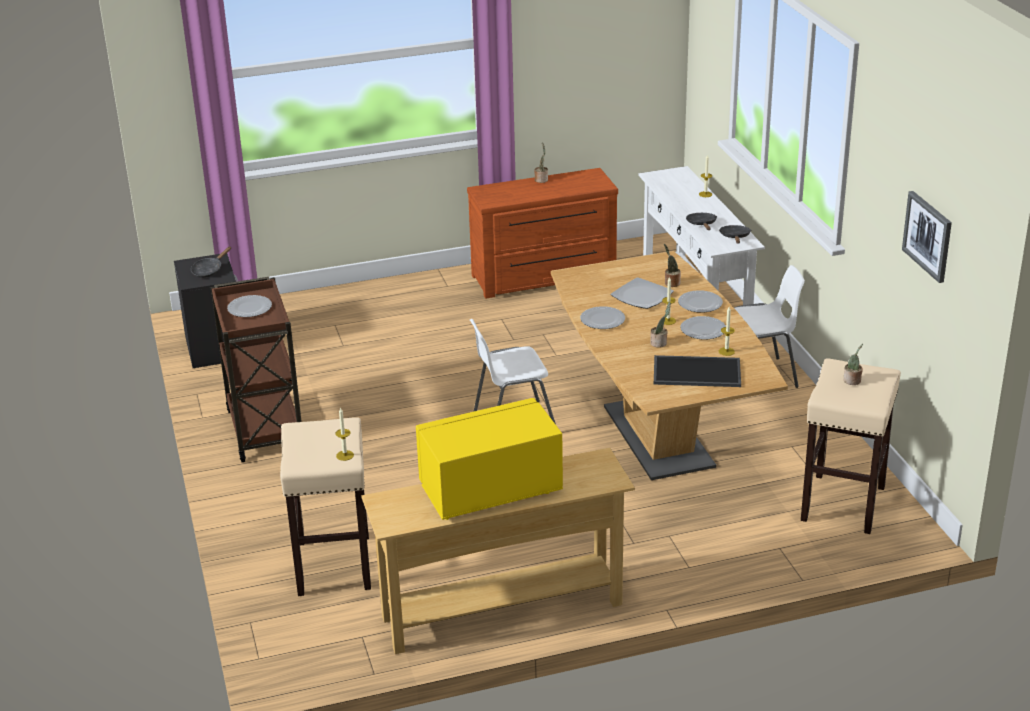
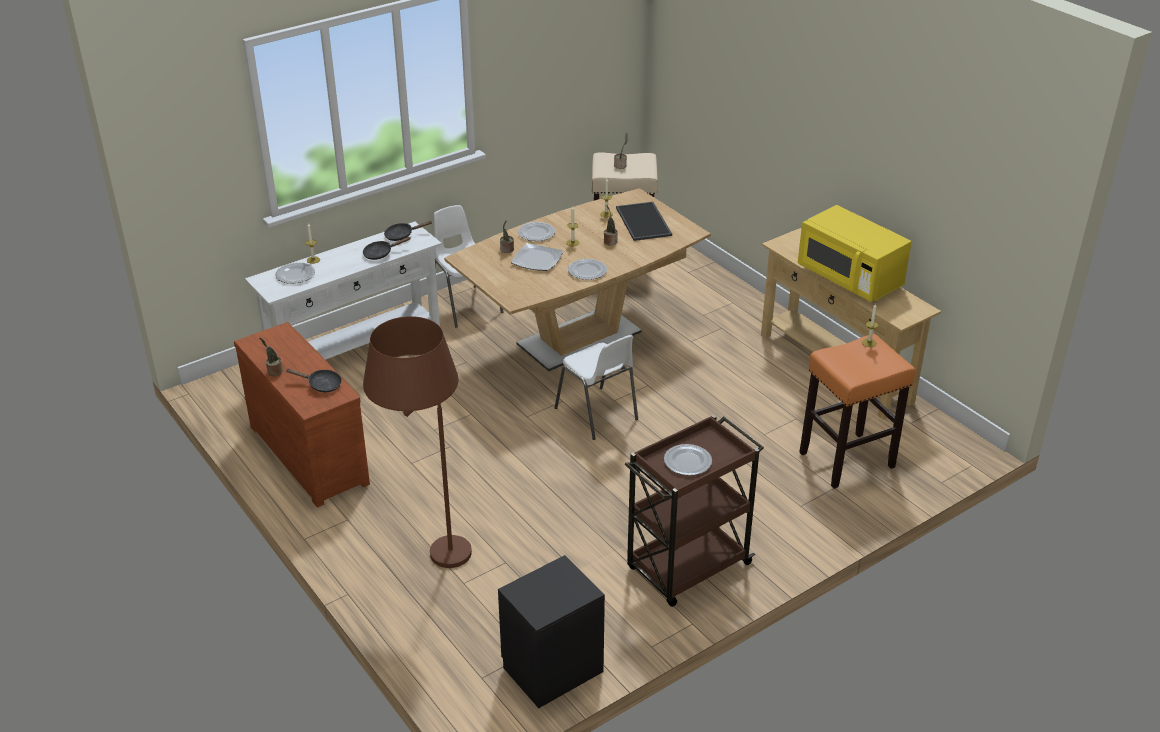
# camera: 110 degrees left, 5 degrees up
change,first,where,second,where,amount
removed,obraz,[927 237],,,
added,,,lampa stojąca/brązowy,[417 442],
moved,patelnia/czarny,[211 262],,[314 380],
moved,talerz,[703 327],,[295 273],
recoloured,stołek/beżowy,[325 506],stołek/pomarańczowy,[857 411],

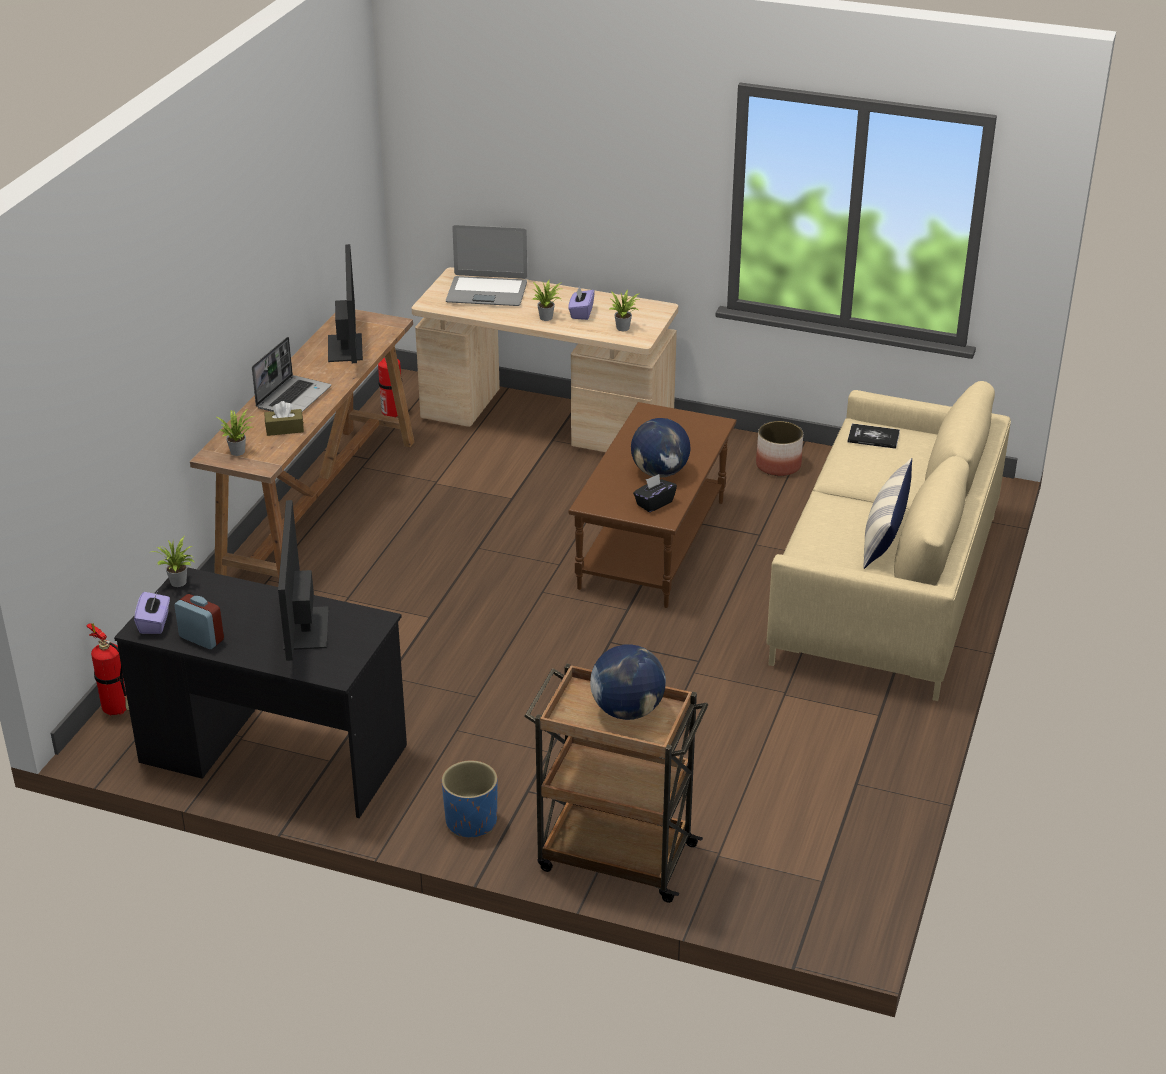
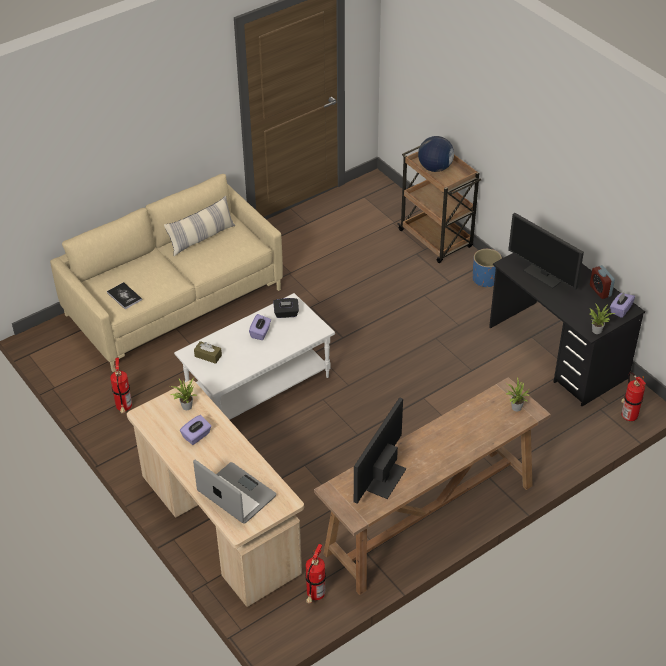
# camera: 145 degrees left, 10 degrees up
change,first,where,second,where,amount
removed,laptop,[291 374],,,
removed,roślina doniczkowa,[547 300],,,
moved,pudełko chusteczek/brązowy,[284 418],,[208 352],
replaced,globus,[660 448],pudełko chusteczek/fioletowy,[260 327],
replaced,donica,[779 448],gaśnica,[121 385],
recoloured,ława/brązowy,[652 505],ława/biały,[254 356],
turned,monitor,[303 580],,[546 251],105 degrees clockwise

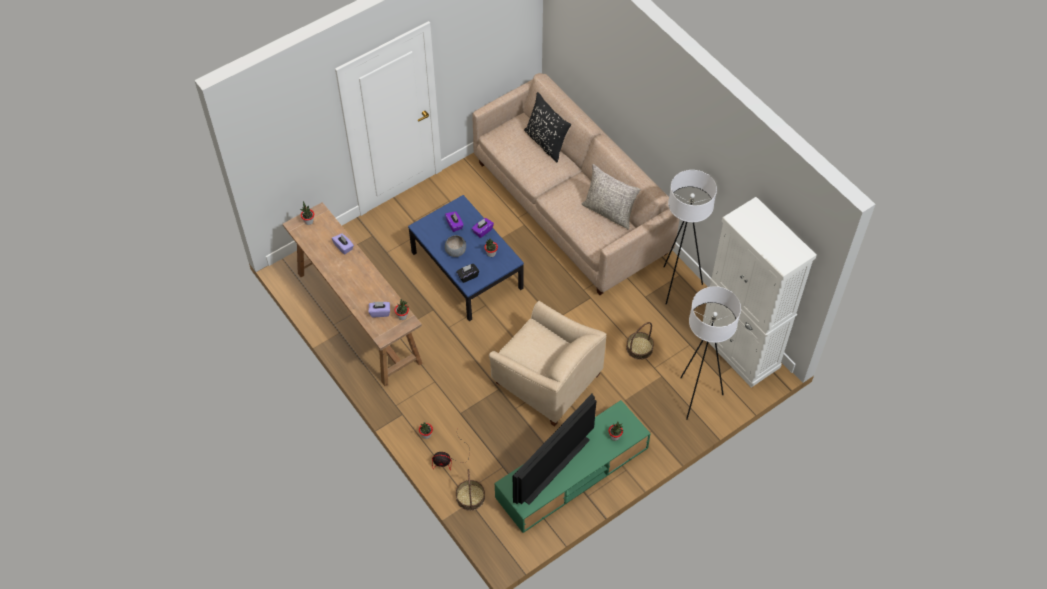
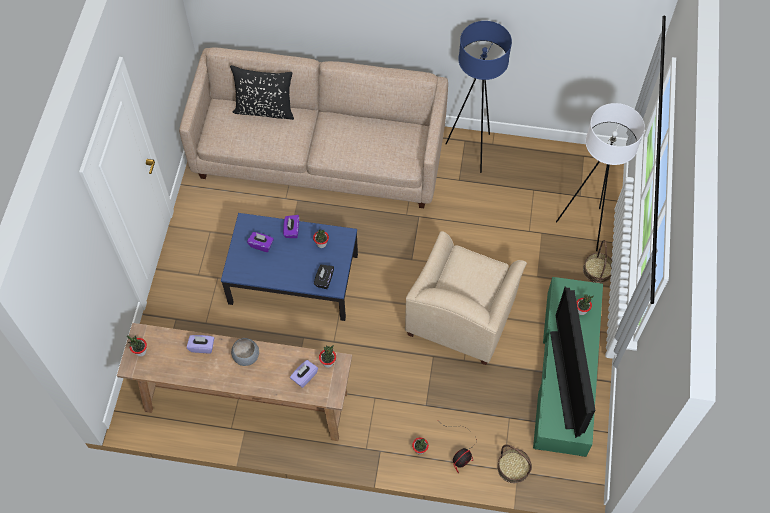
# camera: 45 degrees left, 5 degrees up
change,first,where,second,where,amount
removed,poduszka/szary,[611 197],,,
removed,szafka/biały,[760 292],,,
moved,miska/szary,[455 246],,[245 352],
moved,koszyk,[640 341],,[597 261],
recoloured,lampa stojąca/biały,[690 237],lampa stojąca/niebieski,[479 97],
turned,fotel/beżowy,[547 363],,[466 298],120 degrees clockwise

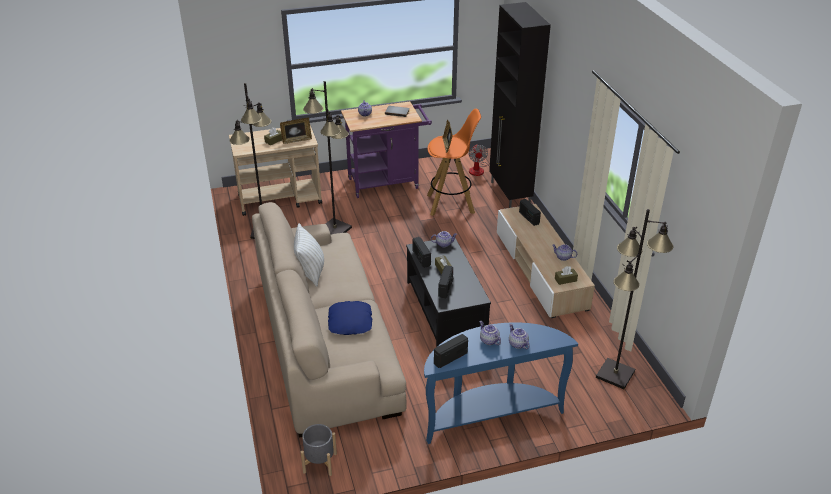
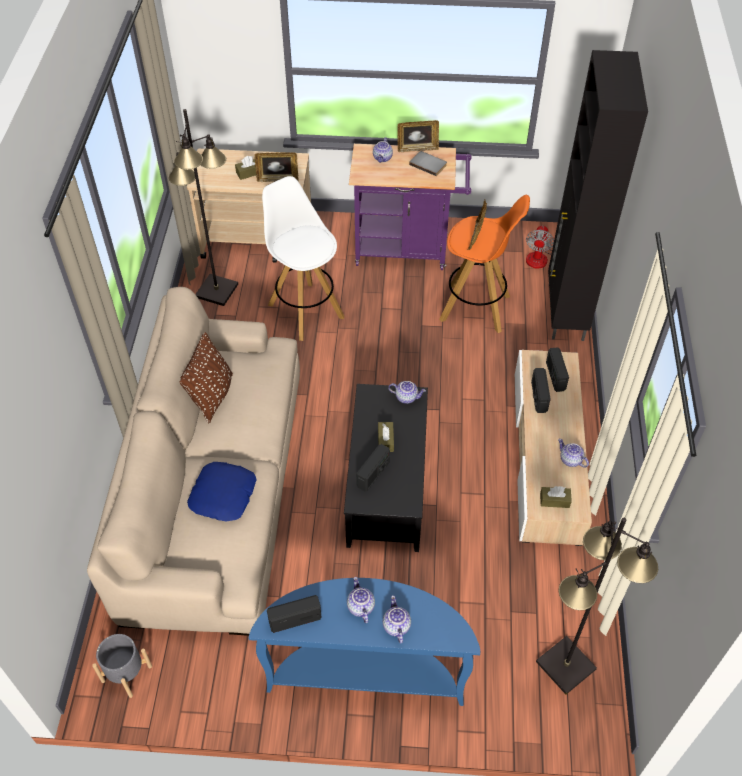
# camera: 20 degrees right, 15 degrees up
change,first,where,second,where,amount
added,,,ramka na zdjęcie,[418 136],
moved,radio,[422 252],,[541 390],
replaced,lampa stojąca/czarny,[327 157],stołek/biały,[303 258],
recoloured,poduszka/biały,[309 255],poduszka/brązowy,[206 377],

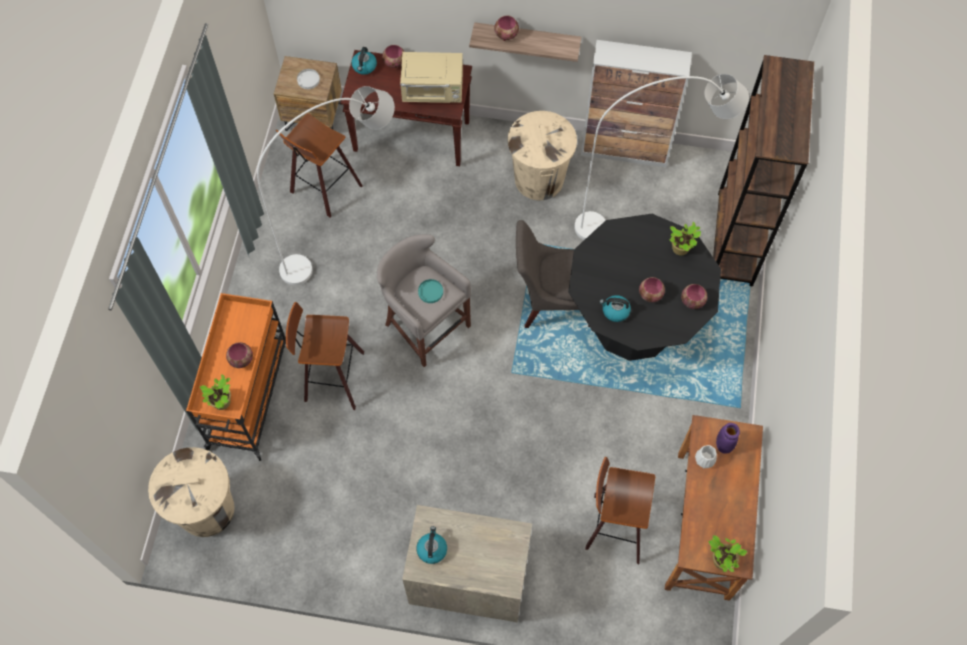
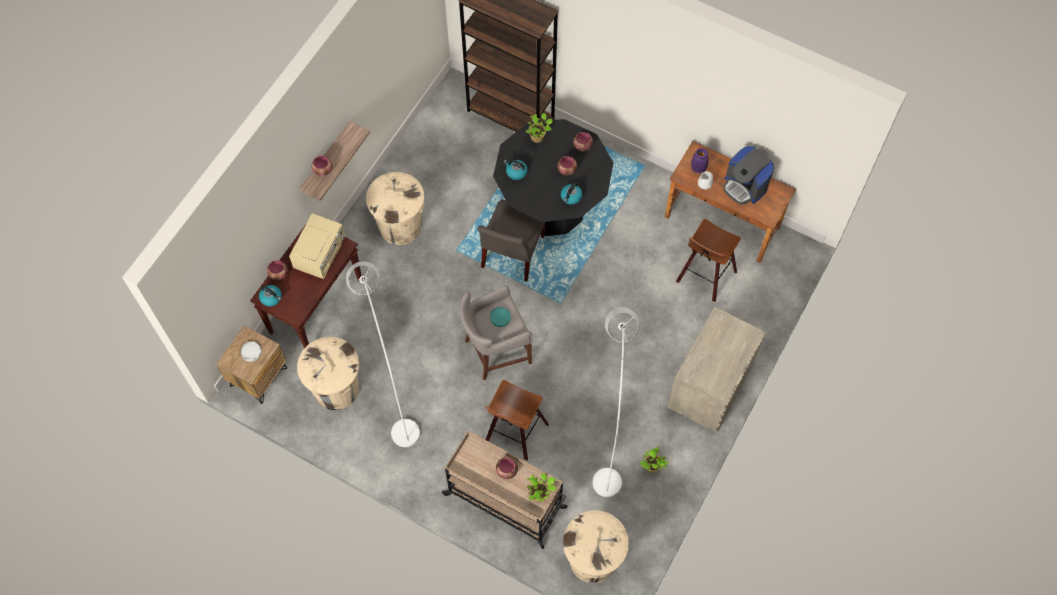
# camera: 70 degrees left, 0 degrees up
change,first,where,second,where,amount
removed,szafka,[636 103],,,
added,,,ekspres do kawy,[748 175],
moved,czajnik,[431 545],,[515 170],
moved,lampa stojąca/biały,[661 157],,[616 402],
moved,roślina doniczkowa,[728 553],,[654 460],
replaced,stołek,[319 165],kosz na śmieci/beżowy,[328 373],
recoloured,wózek/pomarańczowy,[236 377],wózek/beżowy,[504 490],

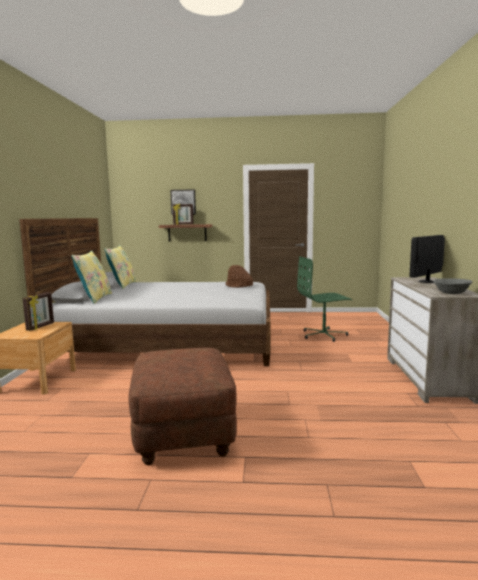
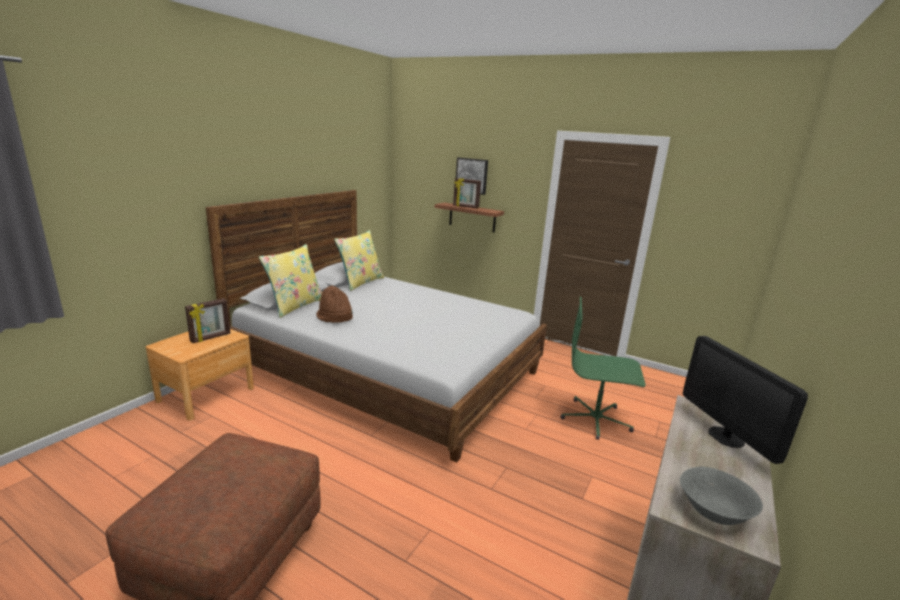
# camera: 25 degrees right, 10 degrees up
change,first,where,second,where,amount
moved,kapelusz/brązowy,[239 276],,[334 304],
turned,monitor,[427 259],,[745 400],90 degrees counterclockwise

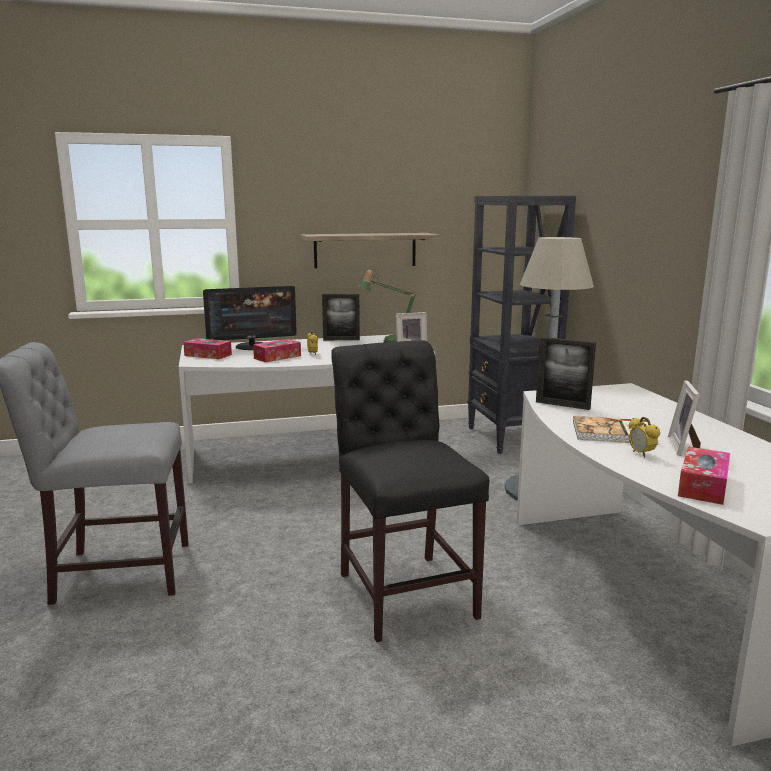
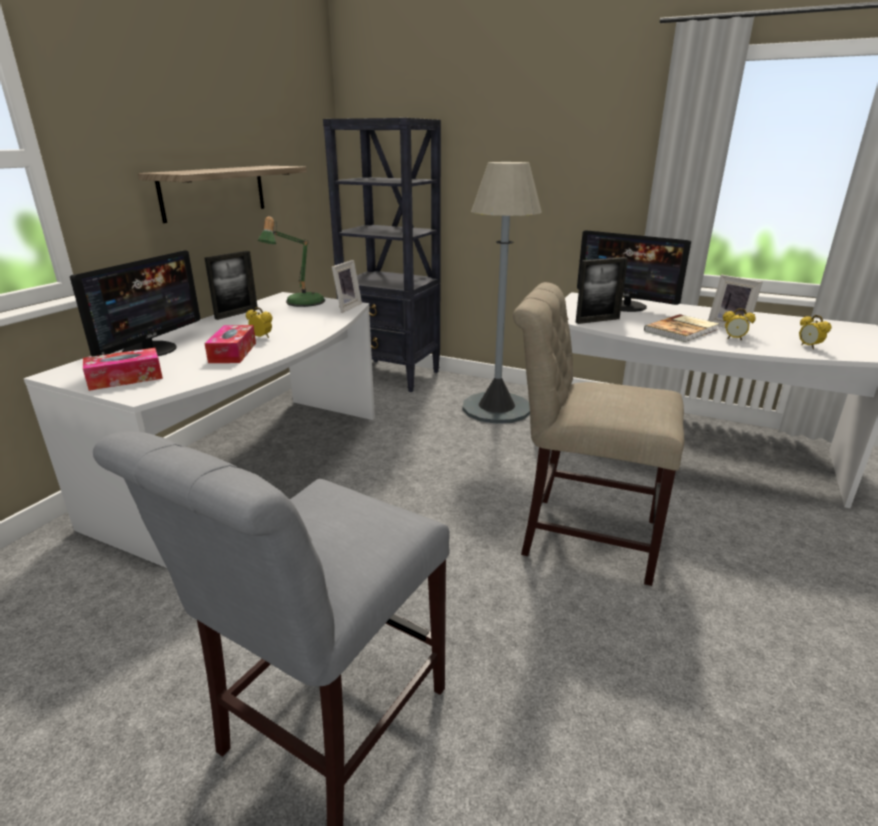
# camera: 50 degrees left, 10 degrees up
change,first,where,second,where,amount
added,,,monitor,[634 271],
replaced,pudełko chusteczek,[704 476],budzik,[815 332],
recoloured,krzesło/czarny,[410 491],krzesło/beżowy,[599 434],

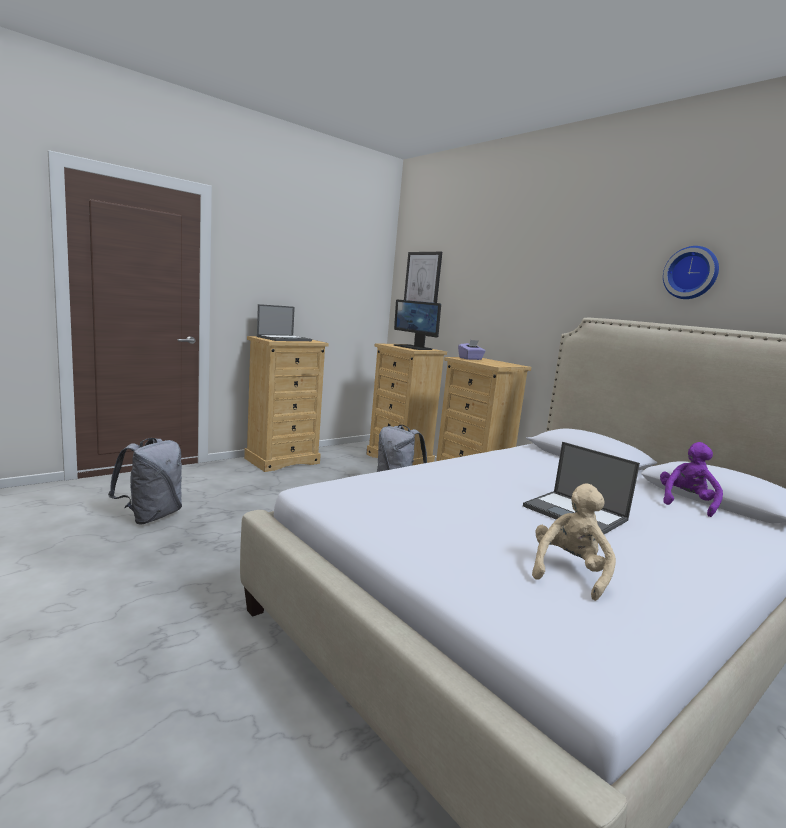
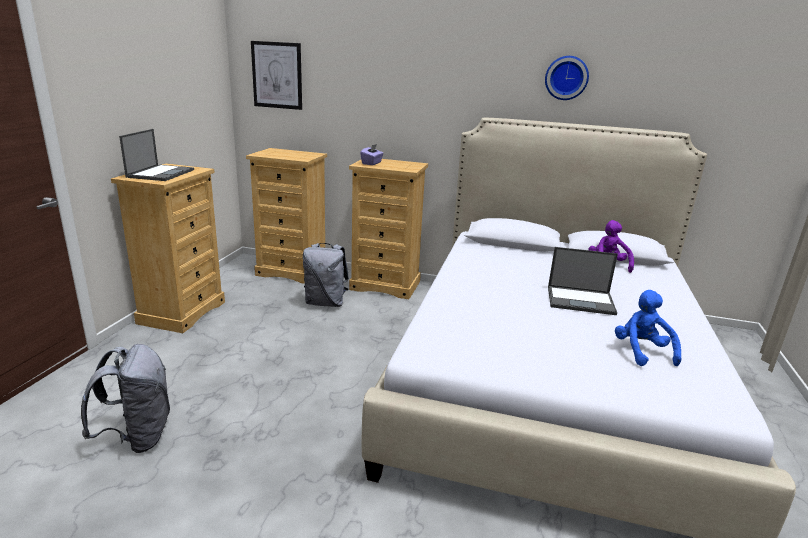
# camera: 35 degrees left, 10 degrees up
change,first,where,second,where,amount
removed,monitor,[417 325],,,
recoloured,pluszak/beżowy,[574 542],pluszak/niebieski,[648 328],

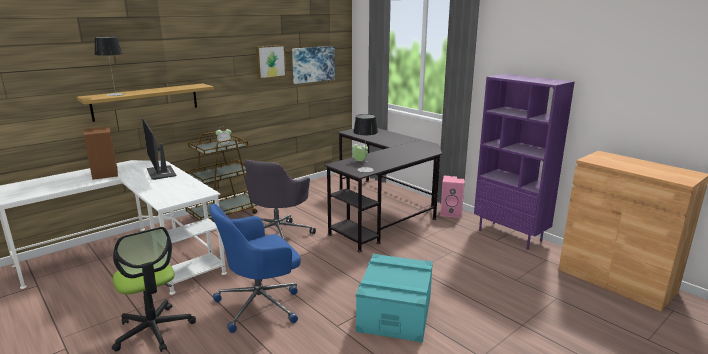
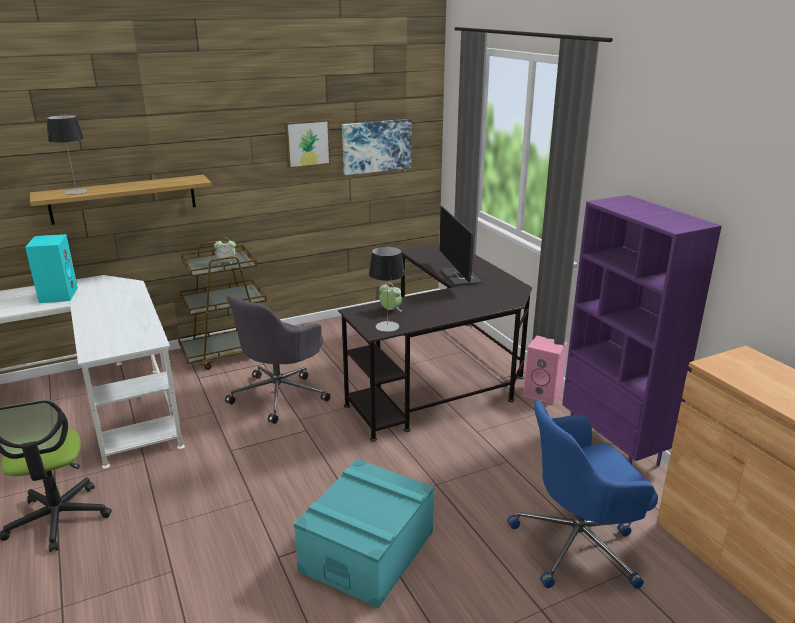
# camera: 15 degrees right, 5 degrees up
change,first,where,second,where,amount
moved,monitor,[159 148],,[460 246],
moved,krzesło biurowe/niebieski,[255 268],,[582 494],
recoloured,głośnik/brązowy,[101 153],głośnik/turkusowy,[51 268],

